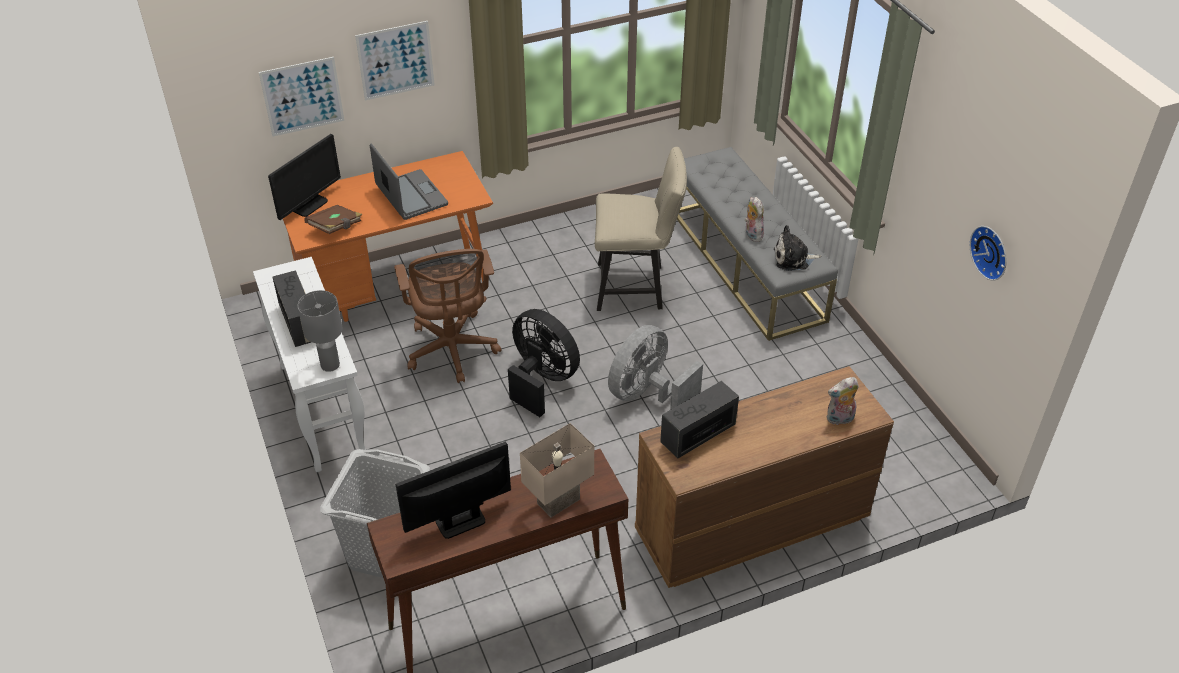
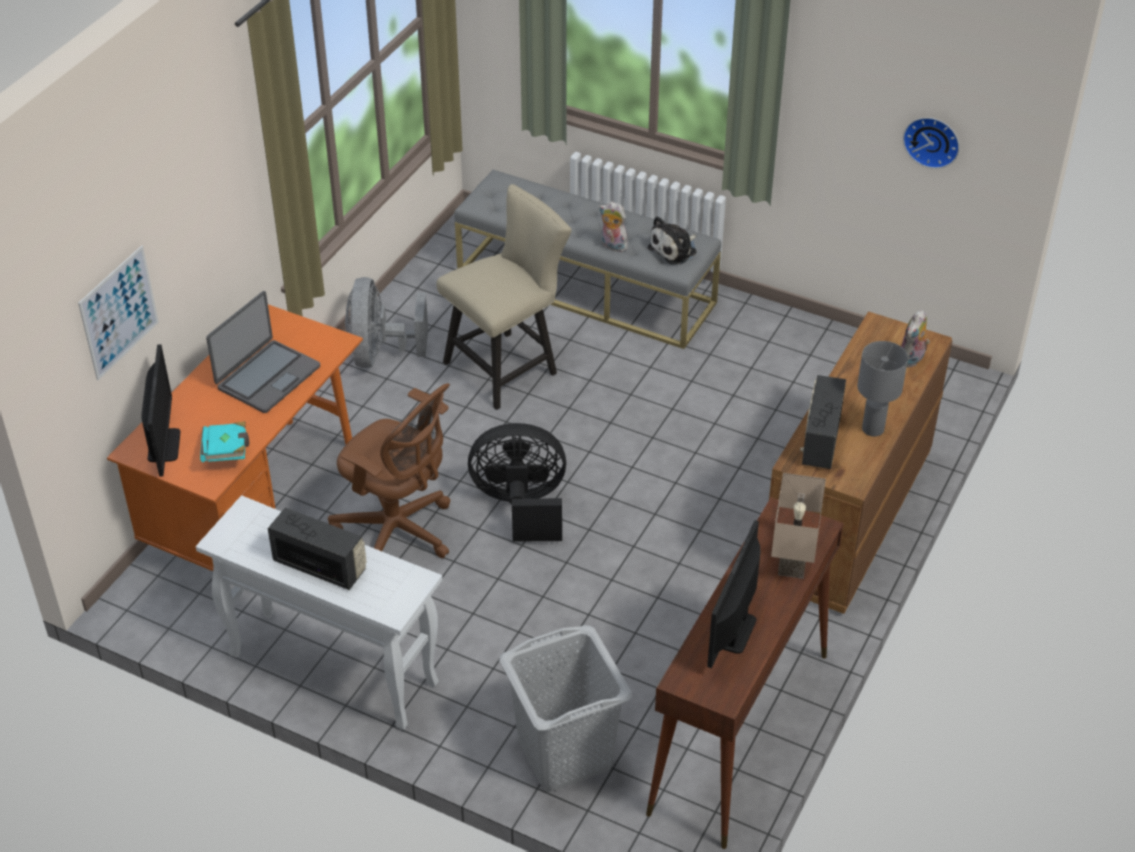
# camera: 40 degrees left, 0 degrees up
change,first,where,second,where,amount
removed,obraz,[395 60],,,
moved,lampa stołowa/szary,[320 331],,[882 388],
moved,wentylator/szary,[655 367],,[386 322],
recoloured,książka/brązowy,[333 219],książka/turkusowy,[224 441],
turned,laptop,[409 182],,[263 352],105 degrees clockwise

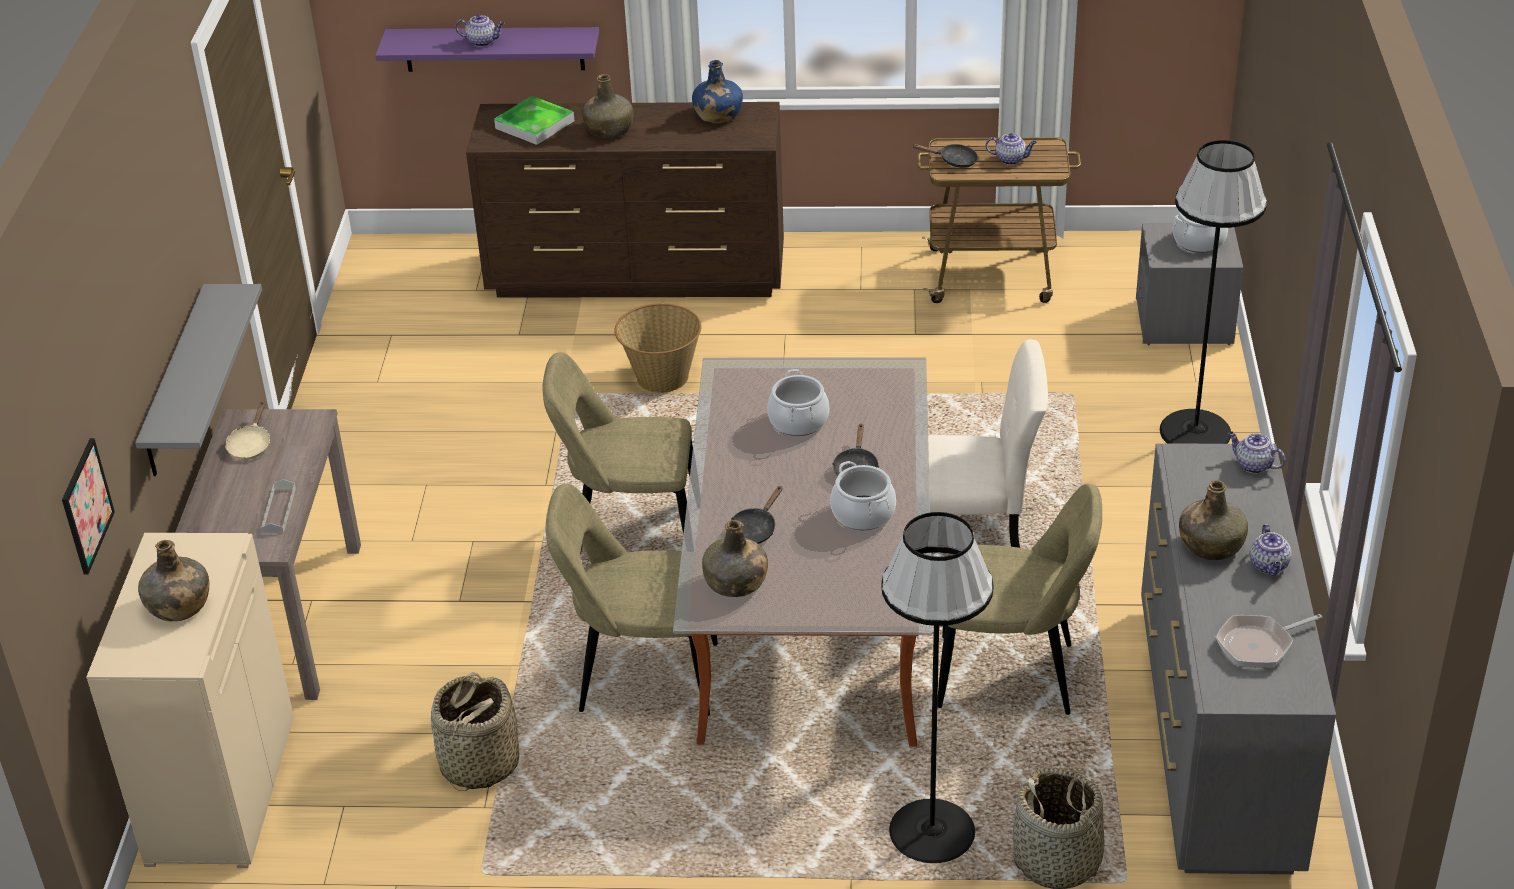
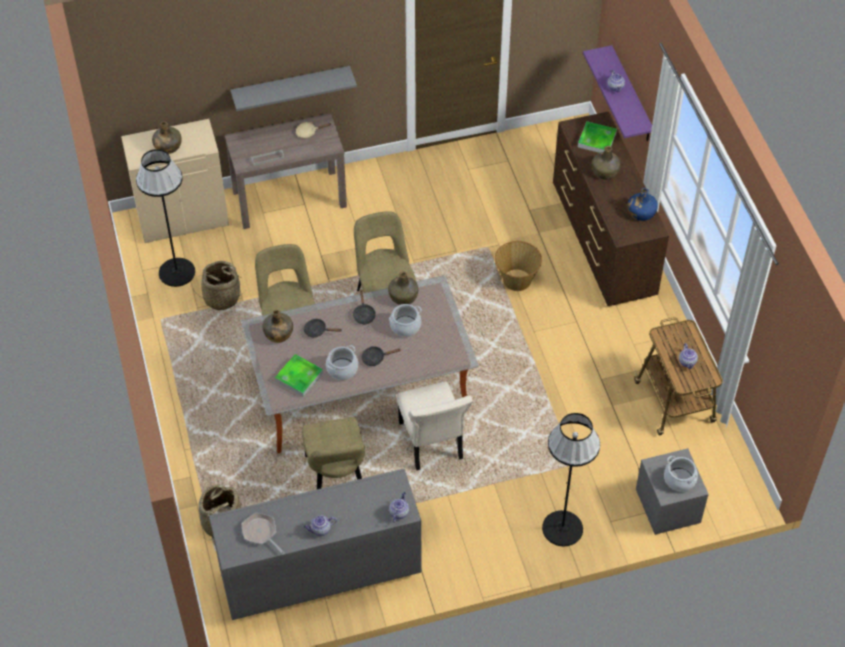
# camera: 70 degrees right, 15 degrees up
change,first,where,second,where,amount
removed,obraz,[88 506],,,
added,,,taca,[299 375],
moved,lampa stojąca/czarny,[937 687],,[165 218],
moved,patelnia/czarny,[945 156],,[364 307],
moved,butelka/zielony,[1213 520],,[403 288],

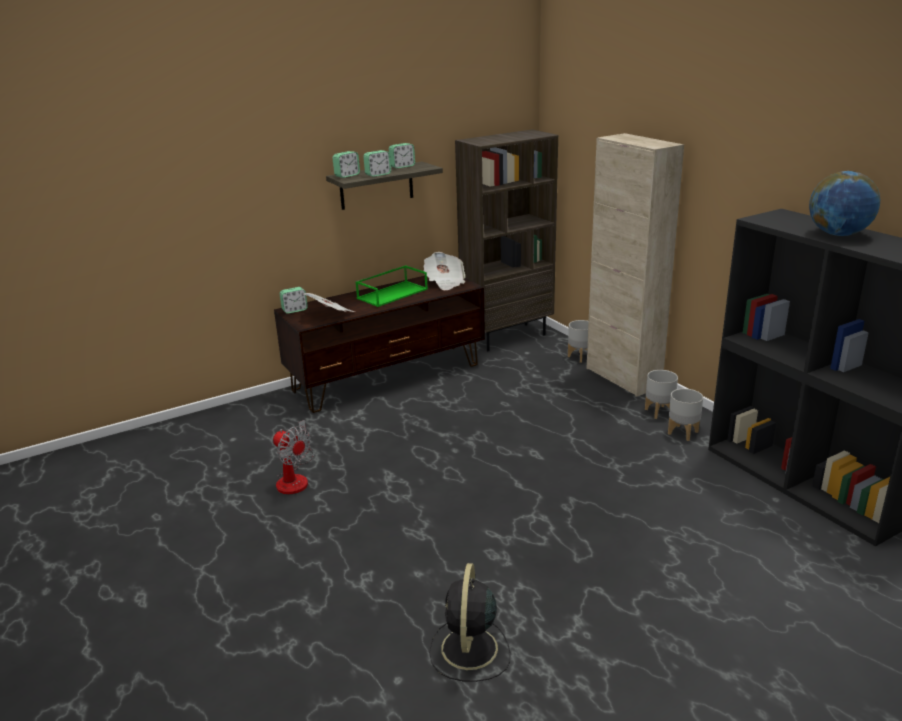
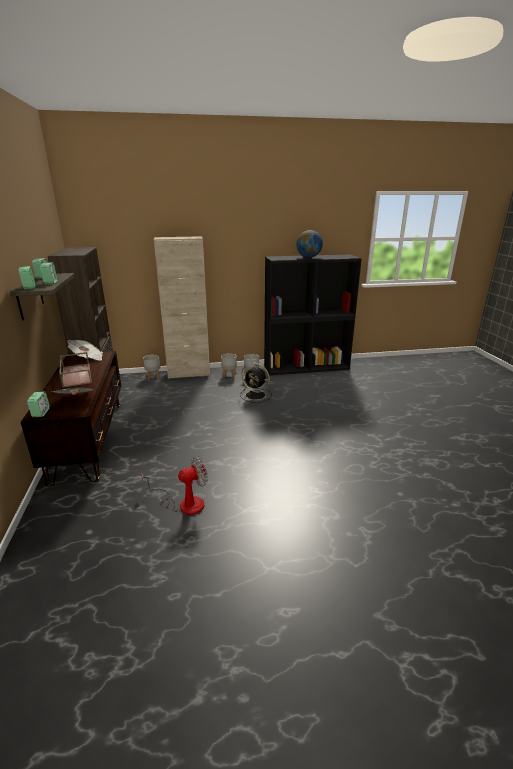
# camera: 70 degrees left, 0 degrees up
change,first,where,second,where,amount
moved,wentylator/czarny,[470 622],,[256 382],
recoloured,taca/zielony,[391 286],taca/brązowy,[75 370],

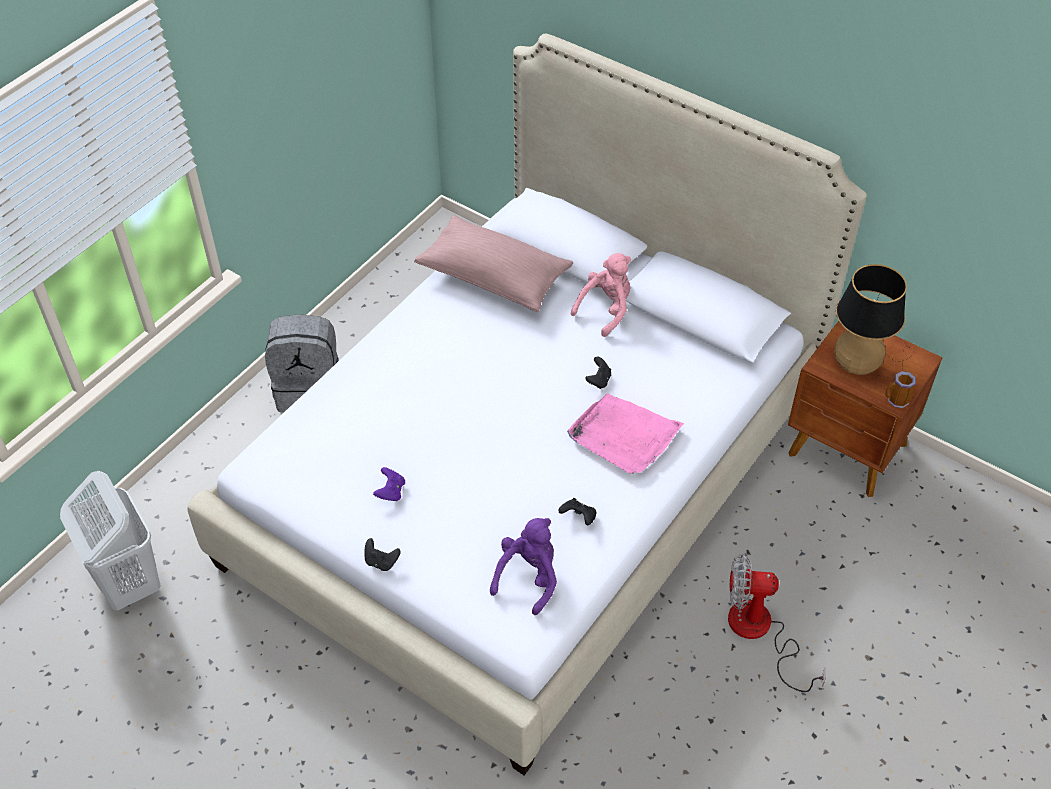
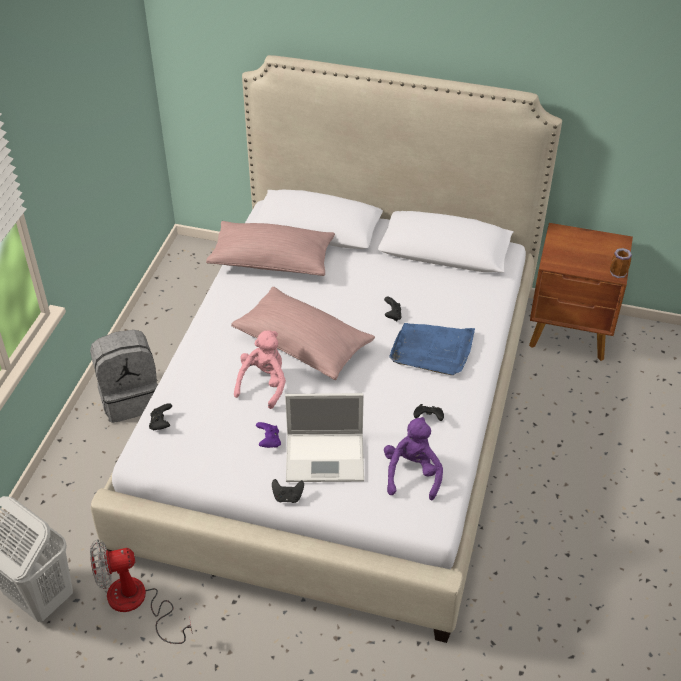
# camera: 20 degrees left, 5 degrees down
change,first,where,second,where,amount
removed,lampa stołowa,[874 320],,,
added,,,pad do gier/czarny,[160 416],
added,,,poduszka/różowy,[303 333],
added,,,laptop,[324 437],
moved,pluszak/różowy,[601 295],,[260 369],
moved,wentylator,[777 623],,[141 591],
recoloured,taca/różowy,[625 433],taca/niebieski,[432 349],

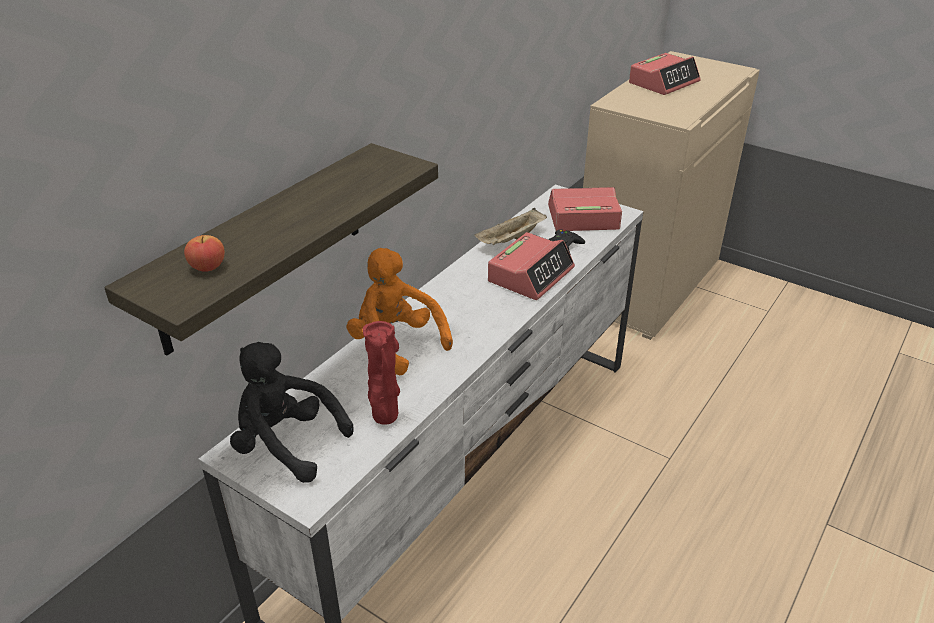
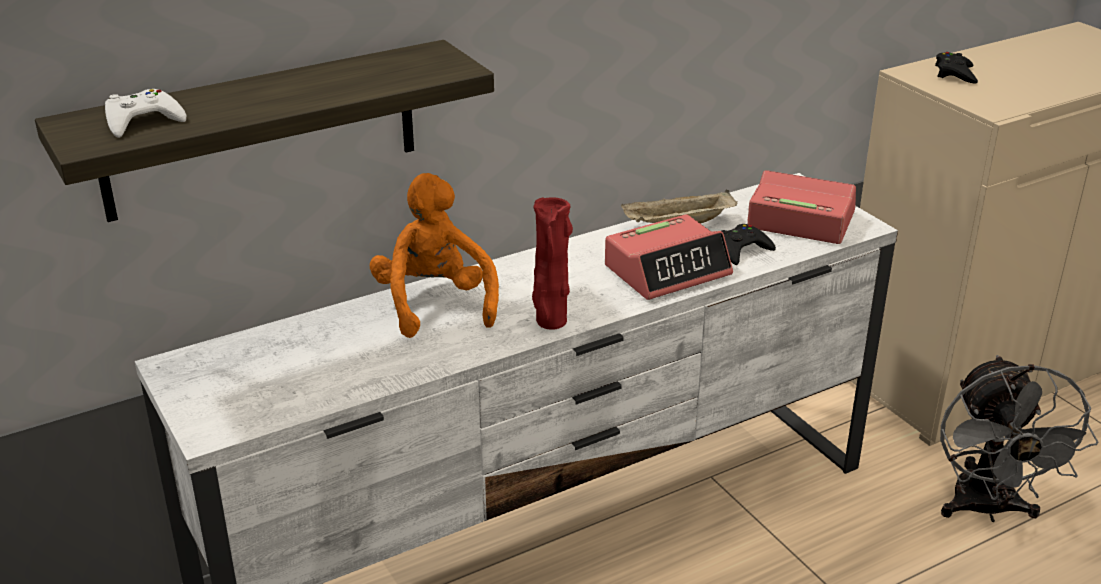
# camera: 25 degrees right, 5 degrees down
change,first,where,second,where,amount
removed,pluszak/czarny,[291 412],,,
removed,budzik,[665 74],,,
added,,,pad do gier/czarny,[956 67],
added,,,wentylator/szary,[1019 438],
moved,wazon/czerwony,[381 373],,[552 263],
replaced,jabłko,[204 253],pad do gier/biały,[146 113],

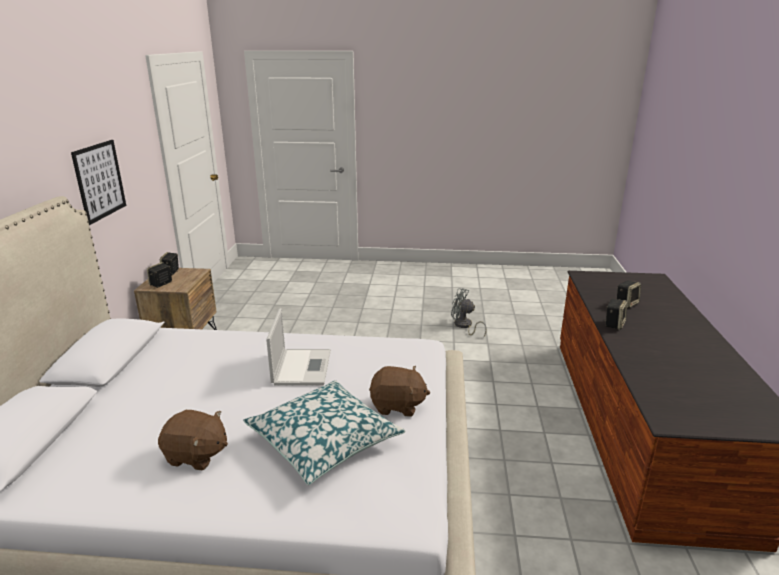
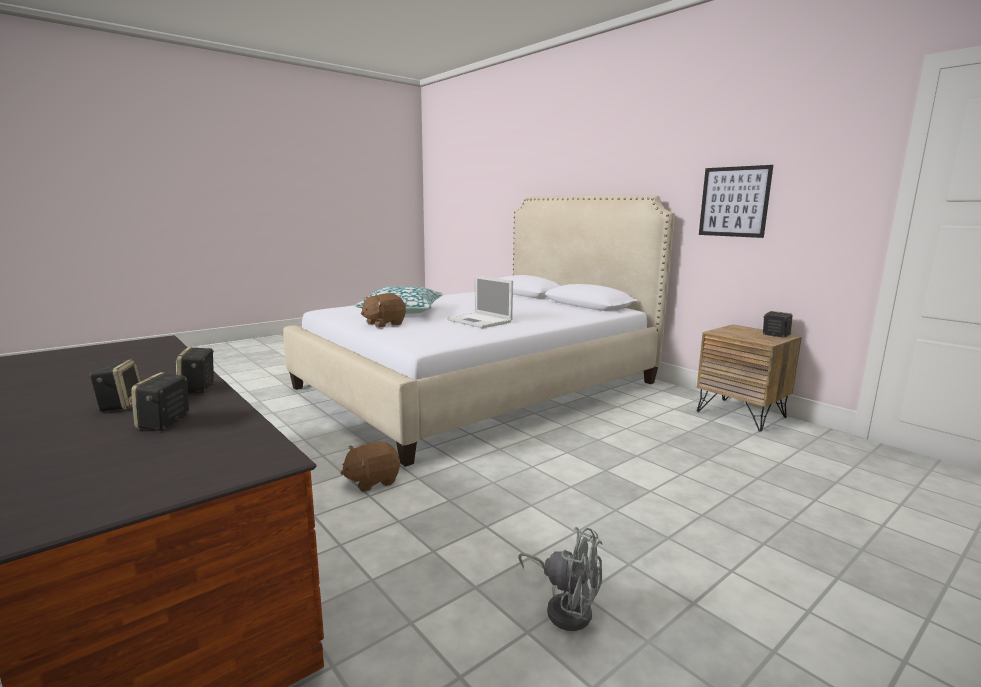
# camera: 135 degrees right, 10 degrees down
change,first,where,second,where,amount
moved,głośnik,[159 275],,[115 385],
moved,pluszak/brązowy,[193 440],,[370 466],
turned,wentylator/szary,[469 312],,[560 579],45 degrees clockwise

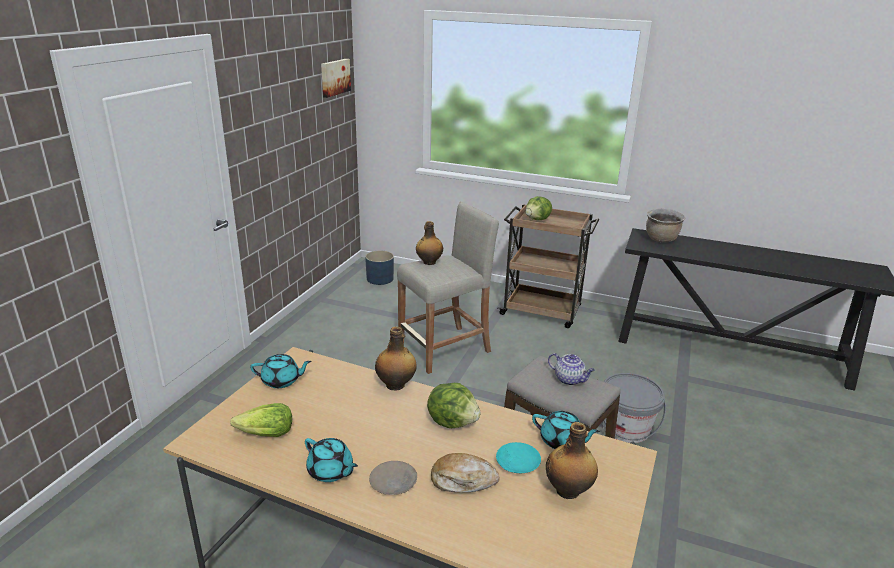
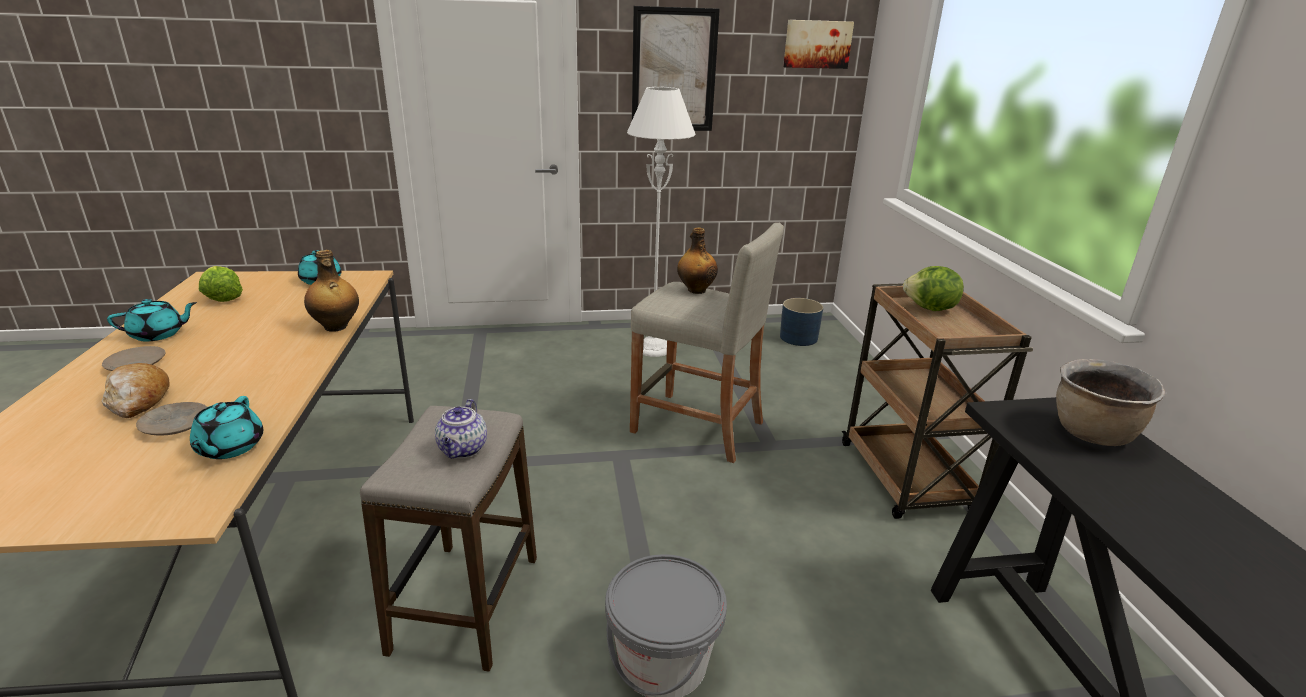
# camera: 60 degrees right, 0 degrees up
change,first,where,second,where,amount
removed,sałata,[454 405],,,
removed,butelka,[572 460],,,
added,,,lampa stojąca/biały,[661 222],
added,,,obraz,[676 68],
recoloured,talerz/turkusowy,[518 457],talerz/beżowy,[171 419],
turned,imbryk/turkusowy,[331 460],,[152 320],120 degrees counterclockwise

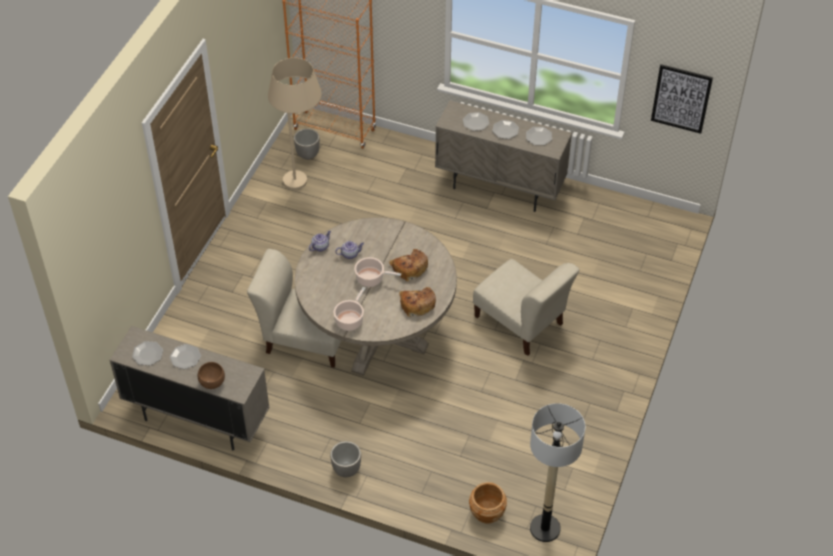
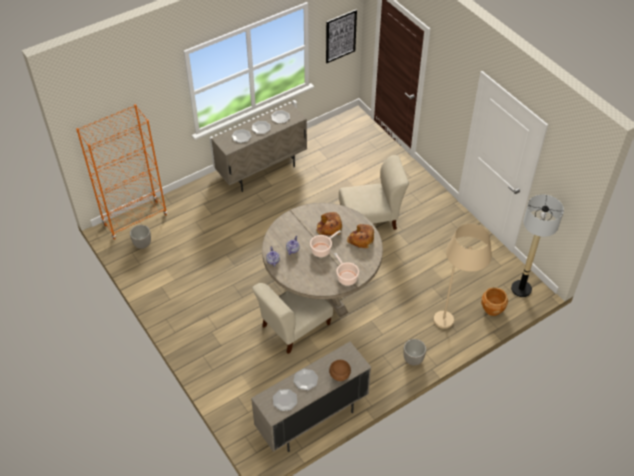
# camera: 55 degrees left, 0 degrees up
change,first,where,second,where,amount
moved,lampa stojąca/beżowy,[295 124],,[463 276],

